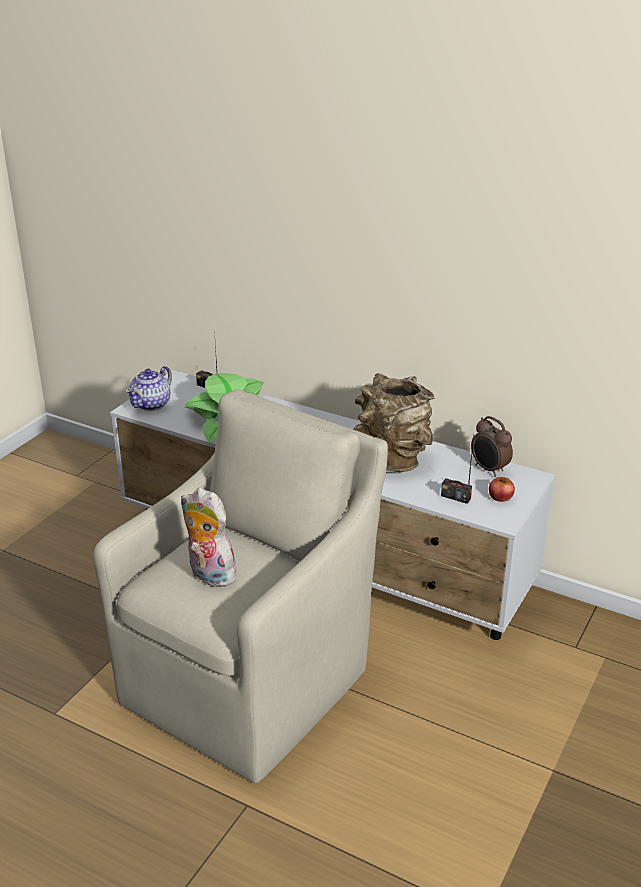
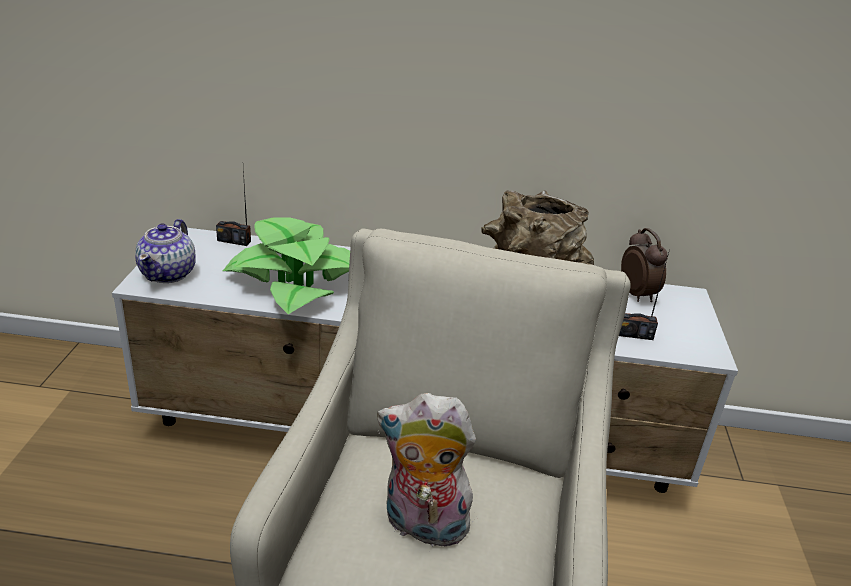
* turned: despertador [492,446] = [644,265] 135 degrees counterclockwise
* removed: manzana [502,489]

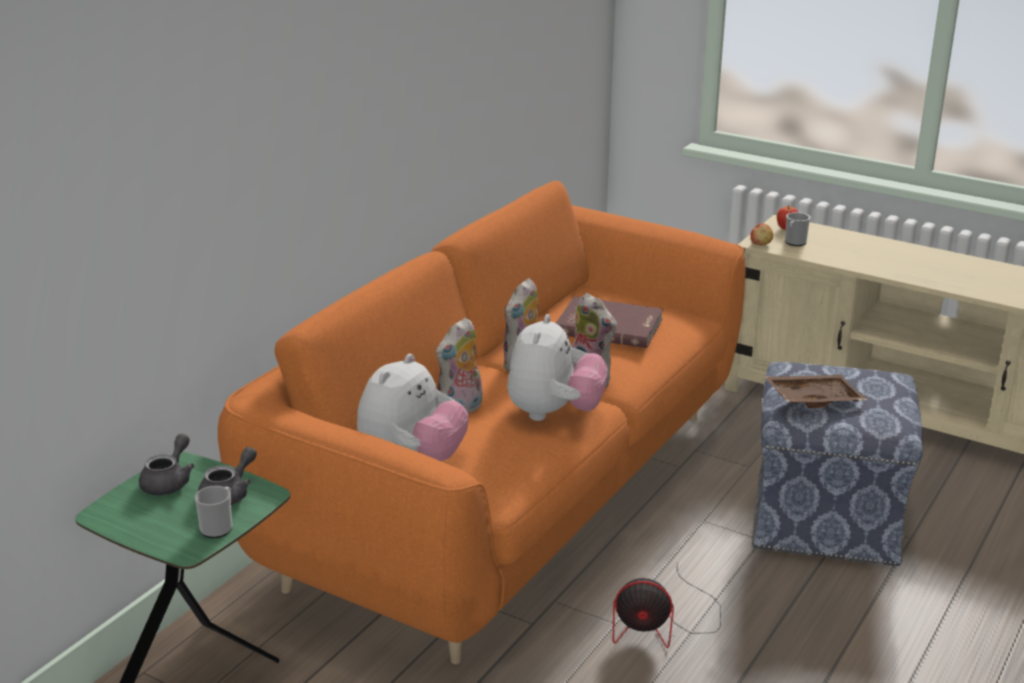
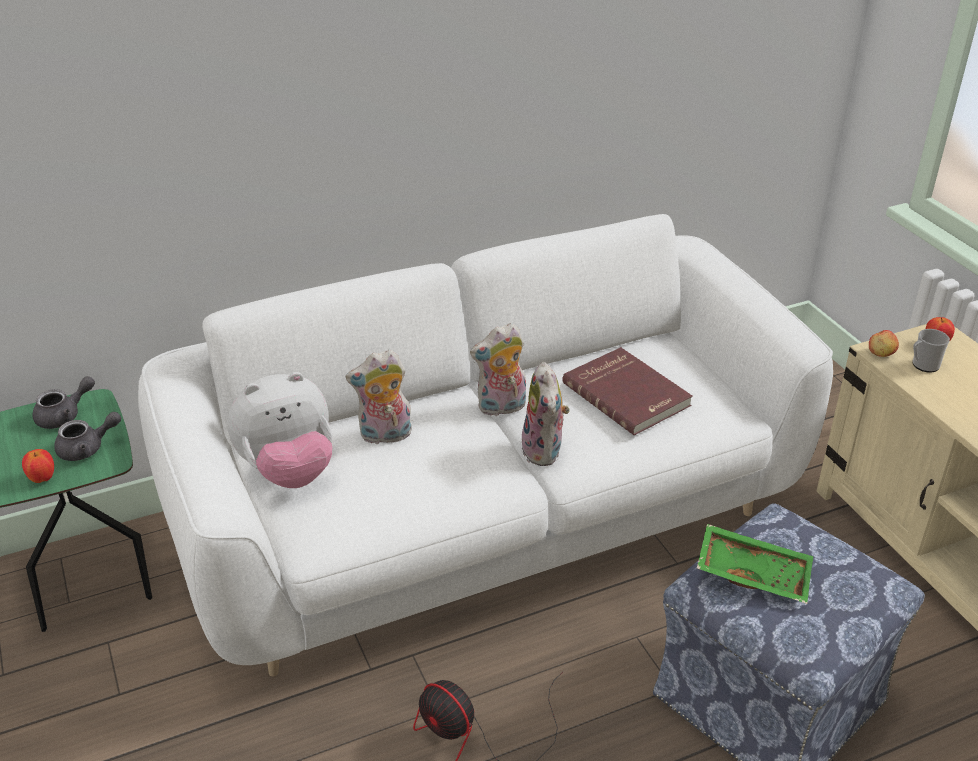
* replaced: taza grande [213,512] to manzana [38,466]
* recoloured: sofá (naranja) [482,422] to sofá (blanco) [485,445]
* recoloured: bandeja (marrón) [815,391] to bandeja (verde) [755,564]
* removed: peluche [557,367]

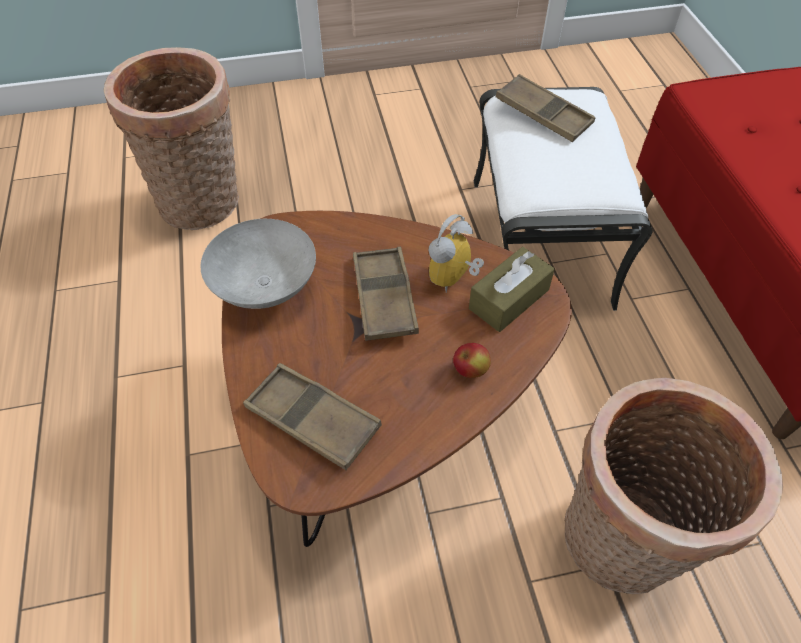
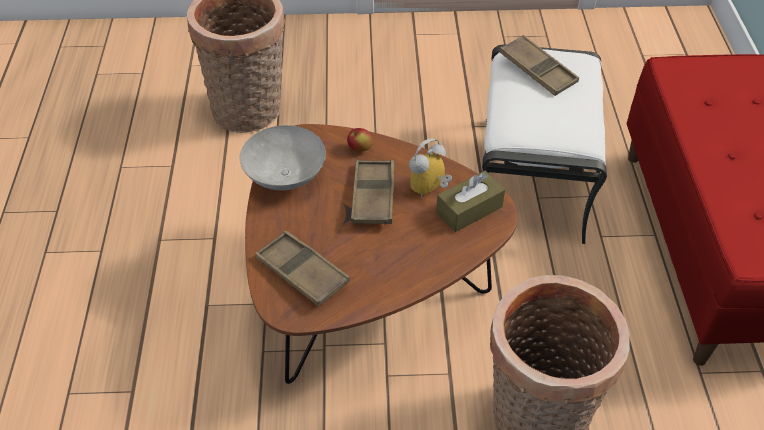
* moved: manzana [472,360] to [360,140]

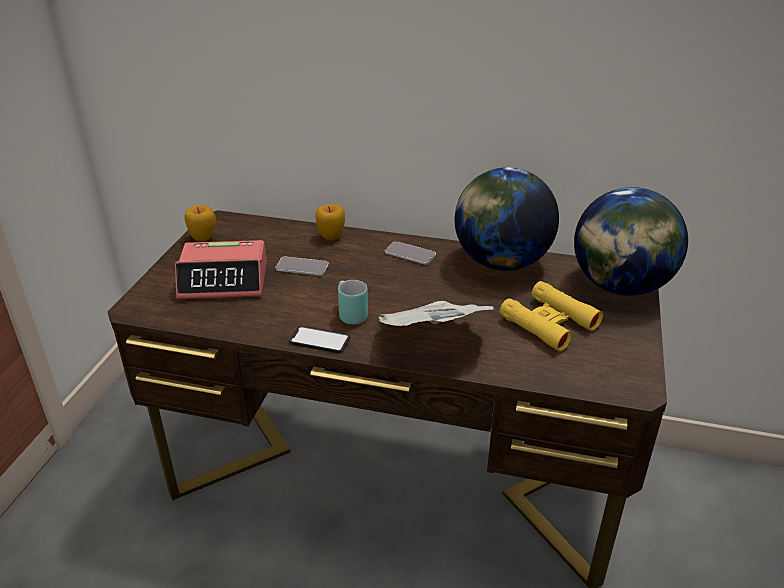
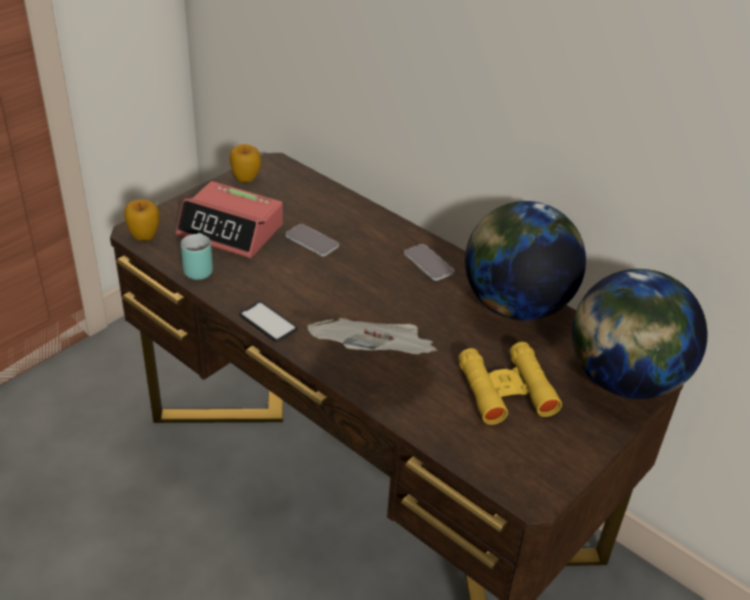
* moved: manzana [330,222] to [142,220]
* moved: taza grande (turquesa) [353,302] to [197,256]

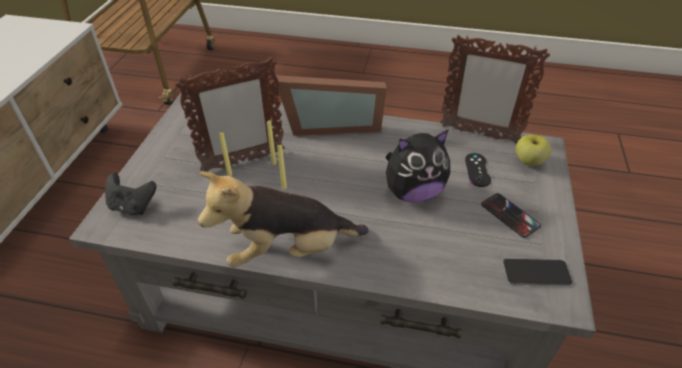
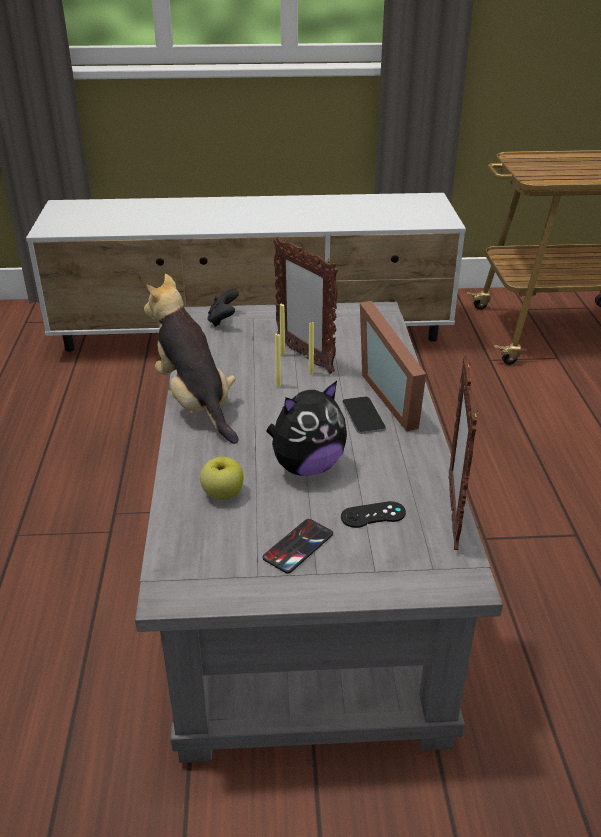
* moved: manzana [533,150] to [222,478]
* turned: peluche [417,166] = [306,428] 90 degrees counterclockwise
* moved: móvil [537,272] to [364,415]

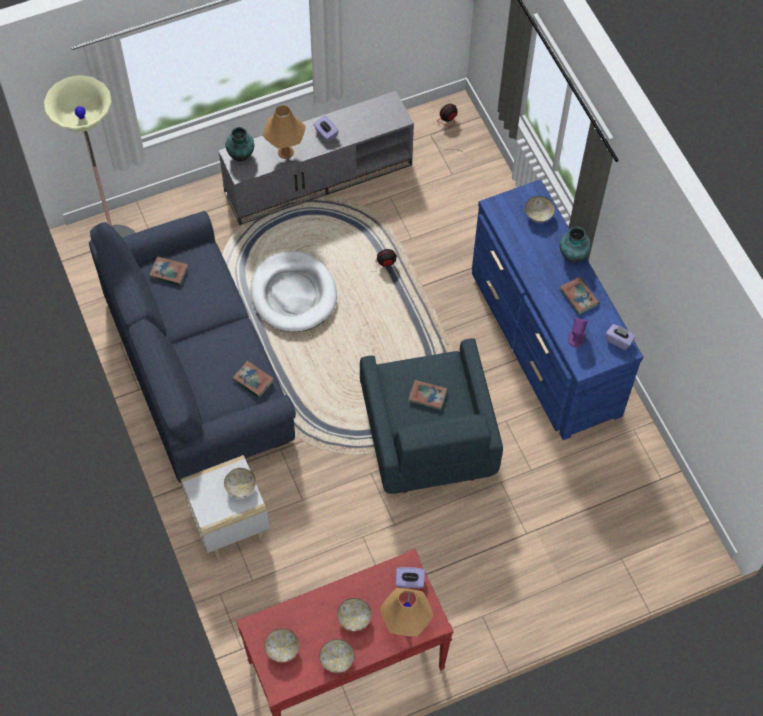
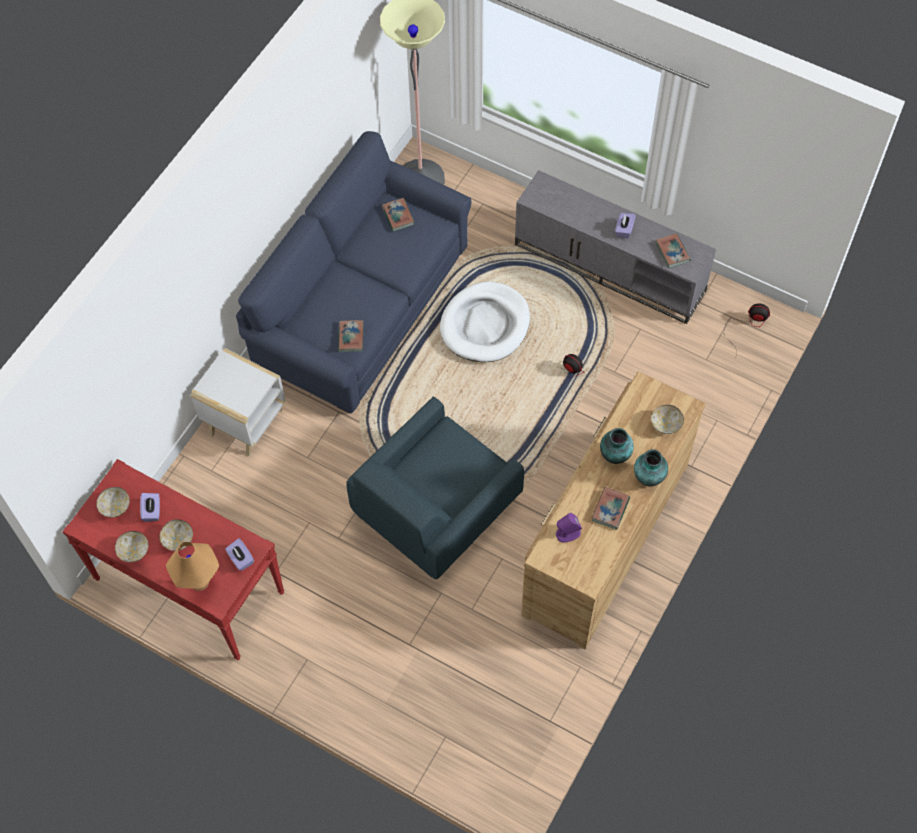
* moved: caja de pañuelos (morado) [620,337] to [150,507]
* recoloured: cómoda (azul) [557,309] to cómoda (marrón) [613,510]
* moved: florero [240,144] to [617,446]
* moved: libro [427,395] to [673,250]
* removed: cuenco [240,483]
* removed: lámpara de mesa (naranja) [284,132]

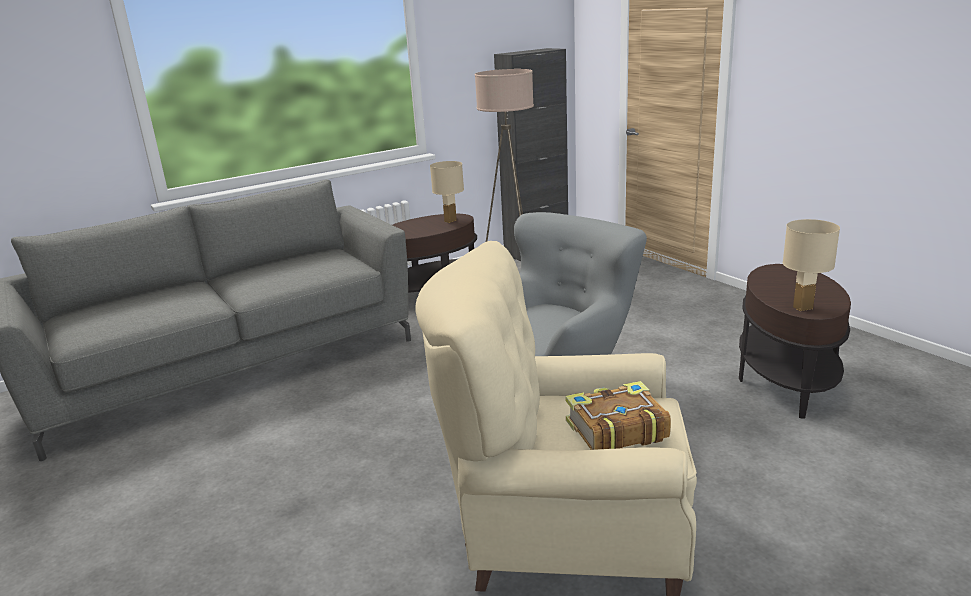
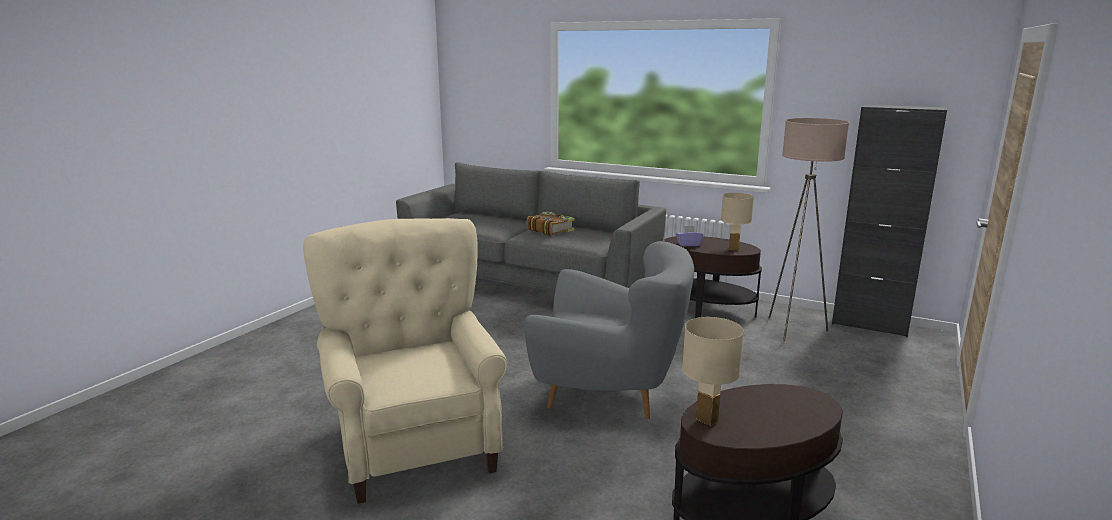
* moved: libro [618,415] to [550,223]
* added: caja de pañuelos (morado) [689,236]

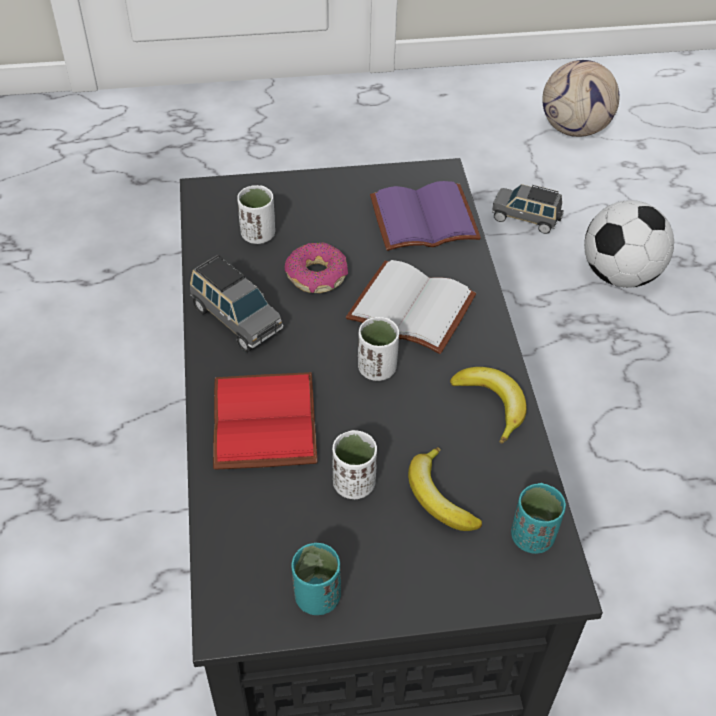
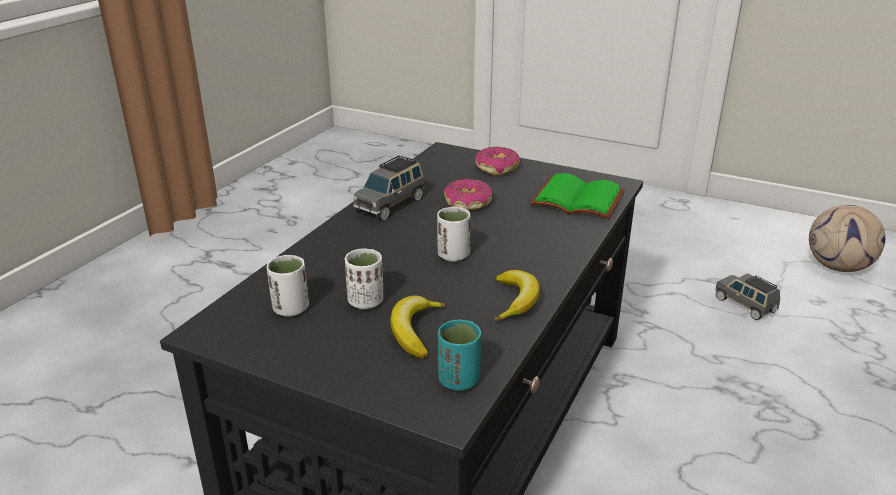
* moved: taza (blanco) [256,214] to [288,286]
* turned: coche de juguete (gris) [236,304] = [388,188] 45 degrees clockwise
* added: rosquilla [498,161]
* recoloured: libro (morado) [425,216] to libro (verde) [577,196]
* removed: libro (rojo) [265,421]
* removed: taza (turquesa) [316,579]
* removed: libro (blanco) [411,307]
* removed: balón de fútbol [629,244]

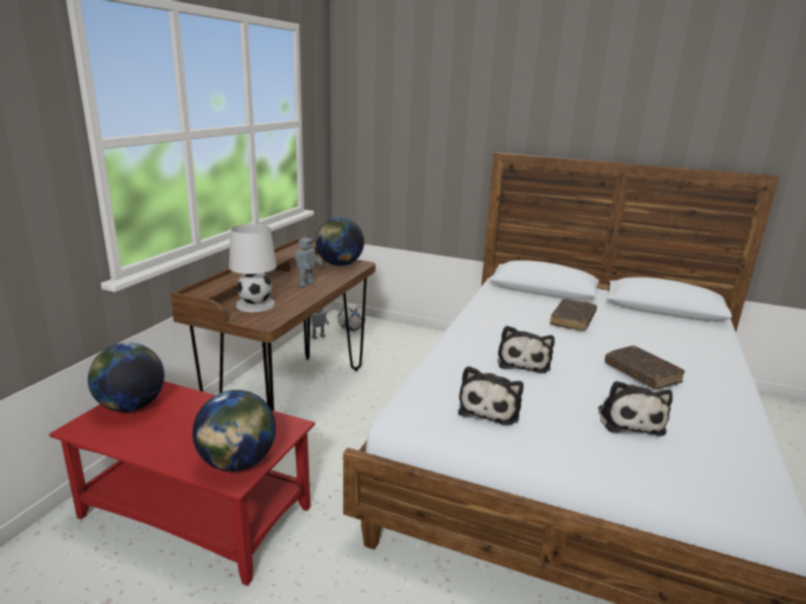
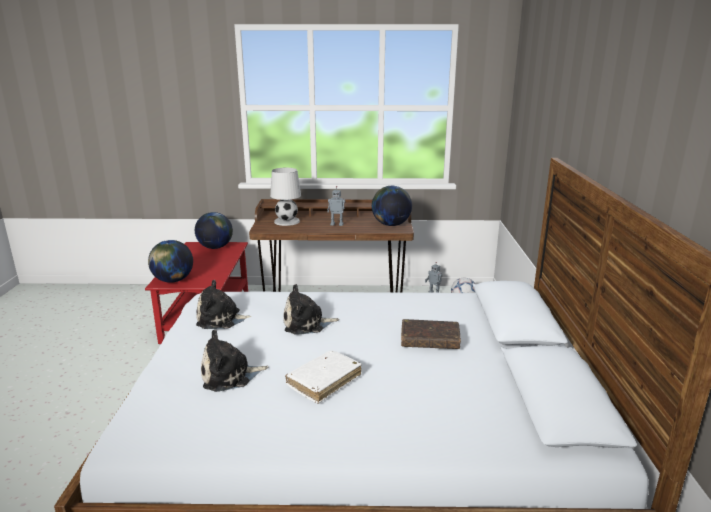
* recoloured: libro (marrón) [645,367] to libro (blanco) [323,377]

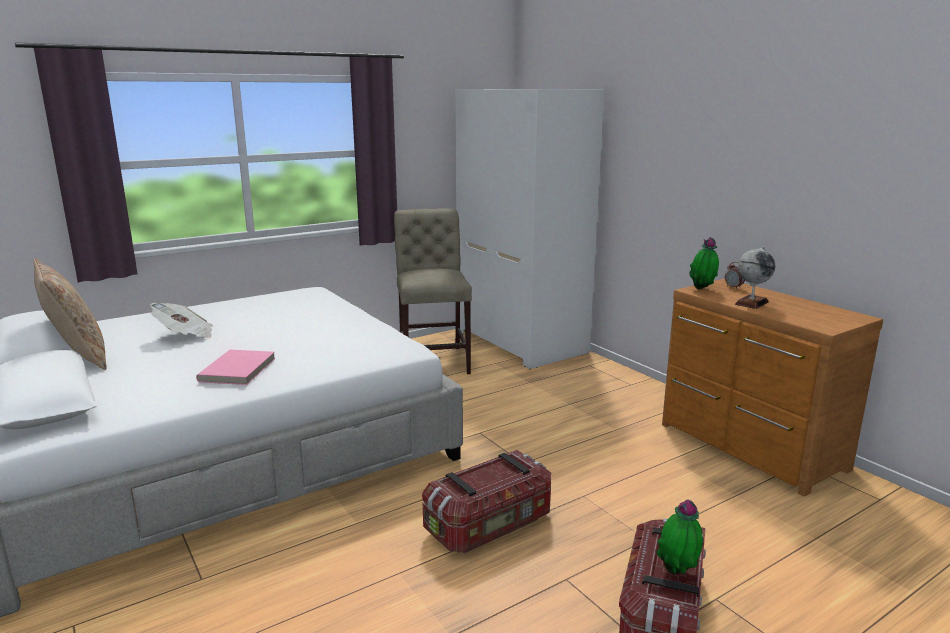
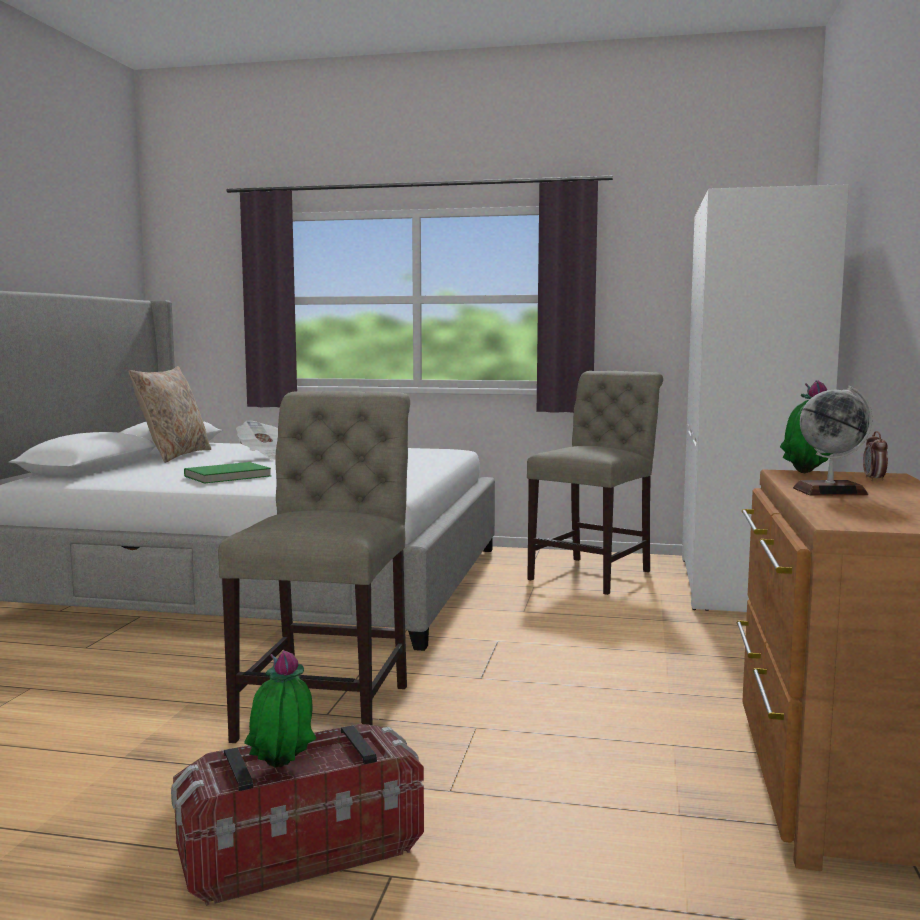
* recoloured: libro (rosa) [235,367] to libro (verde) [227,473]
* replaced: caja de almacenaje [486,501] to silla (beis) [314,567]

